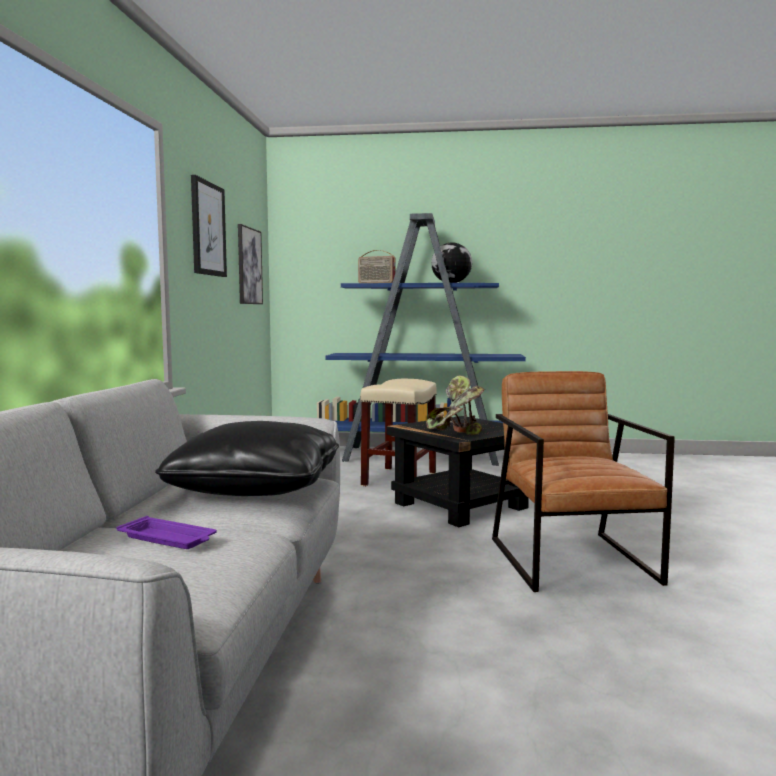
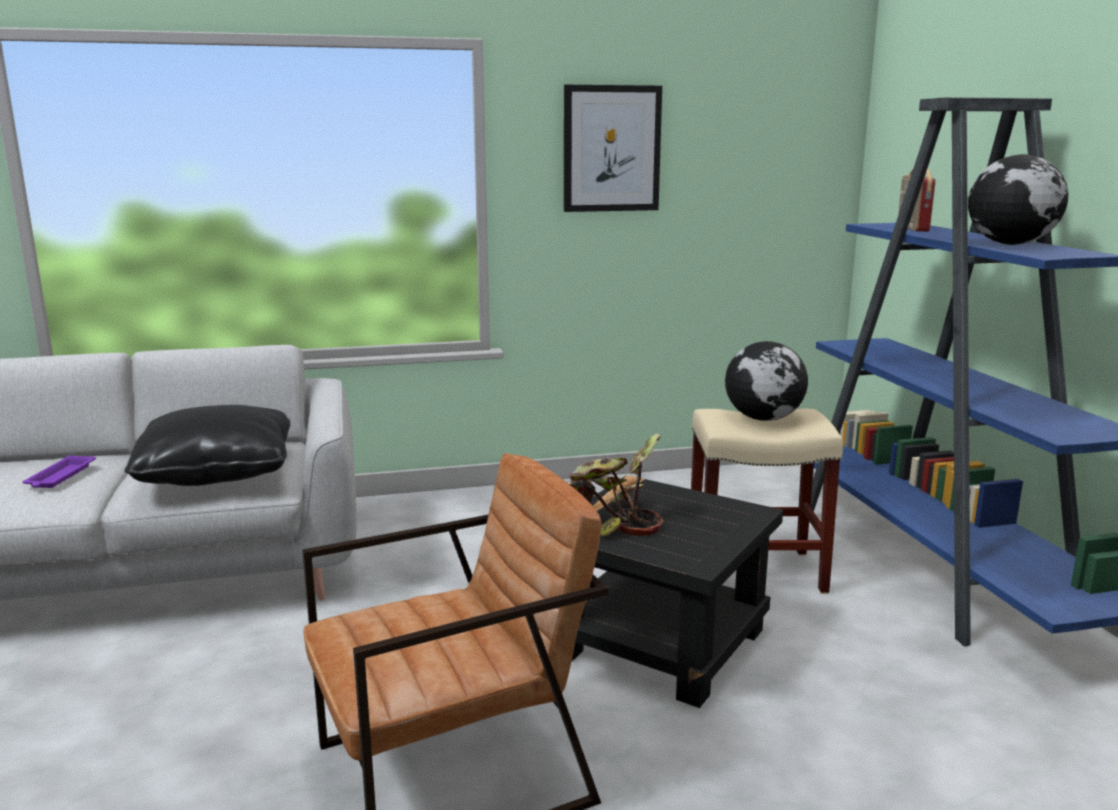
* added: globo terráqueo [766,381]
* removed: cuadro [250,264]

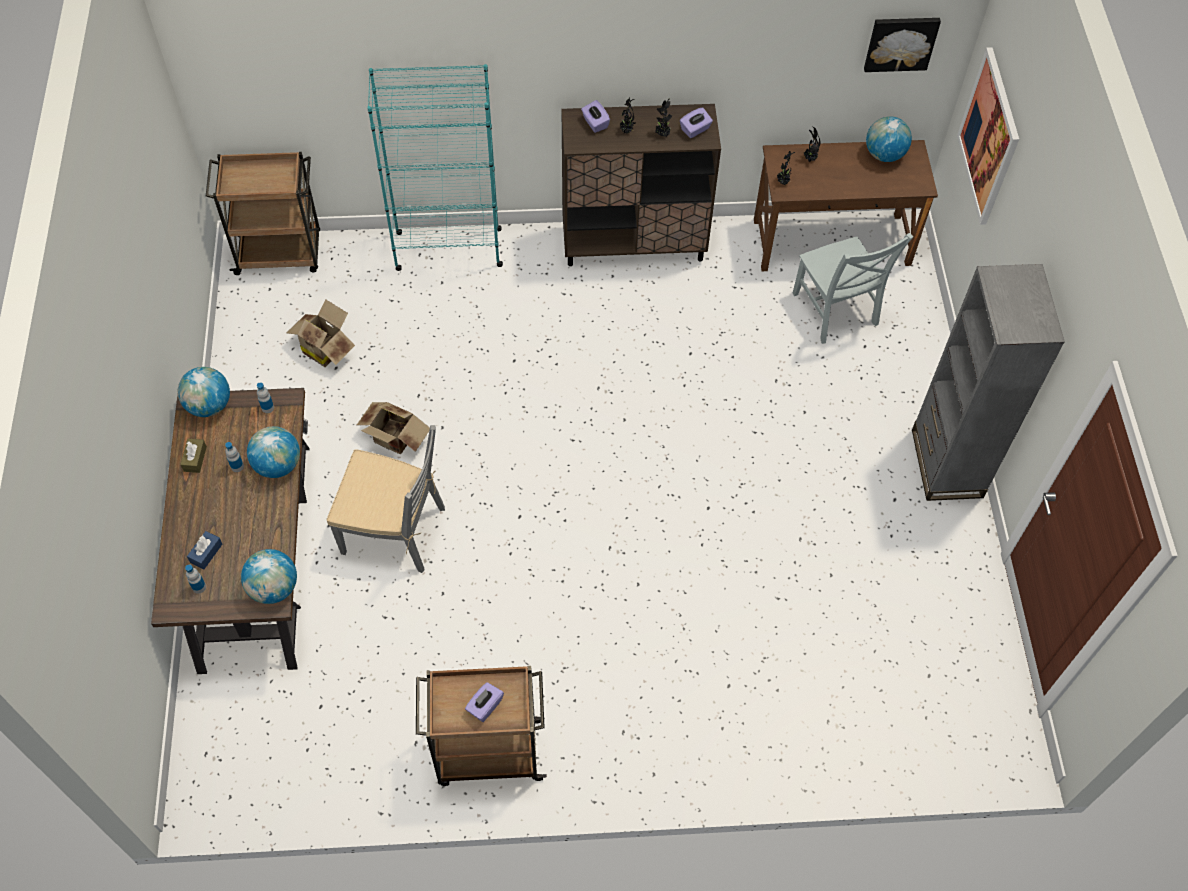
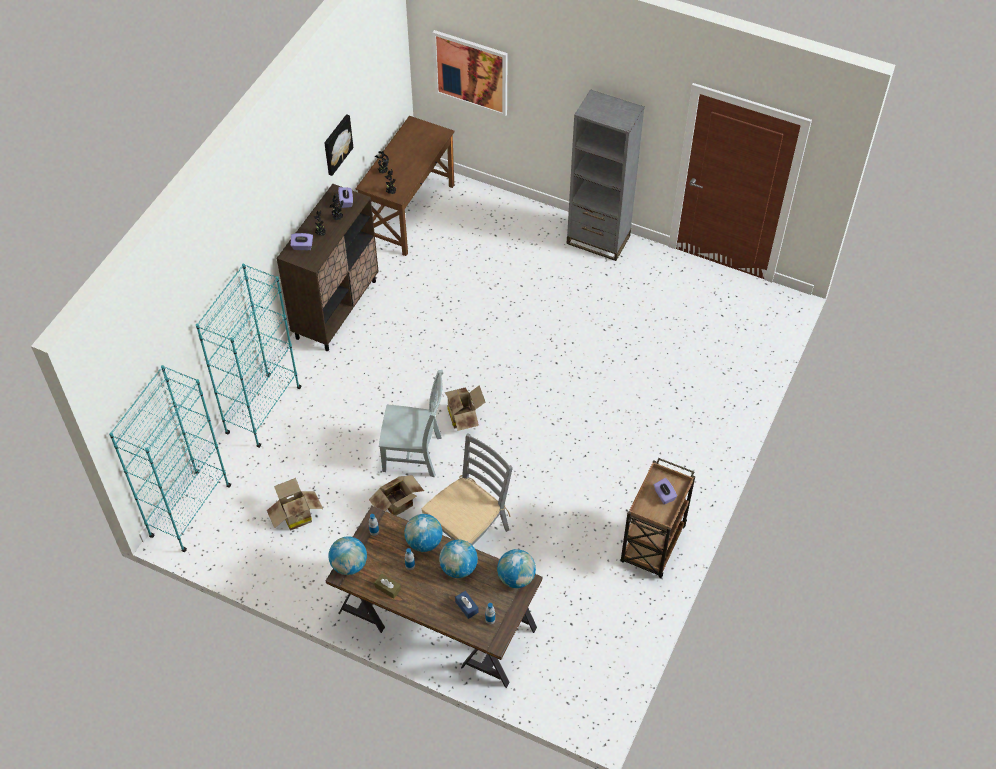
* replaced: carrito (marrón) [263,213] to estantería (turquesa) [170,458]
* moved: cuadro [902,45] to [338,145]
* moved: silla (gris) [853,288] to [411,423]
* moved: globo terráqueo [889,139] to [458,559]
* added: caja de cartón [464,408]

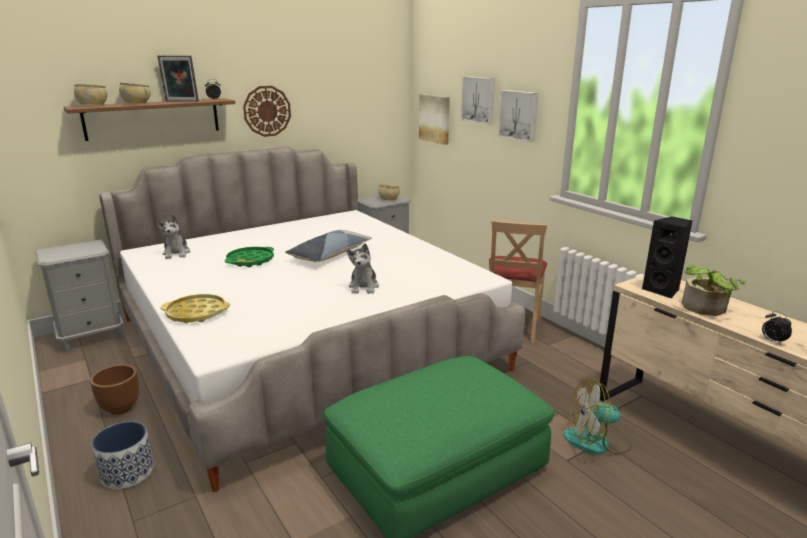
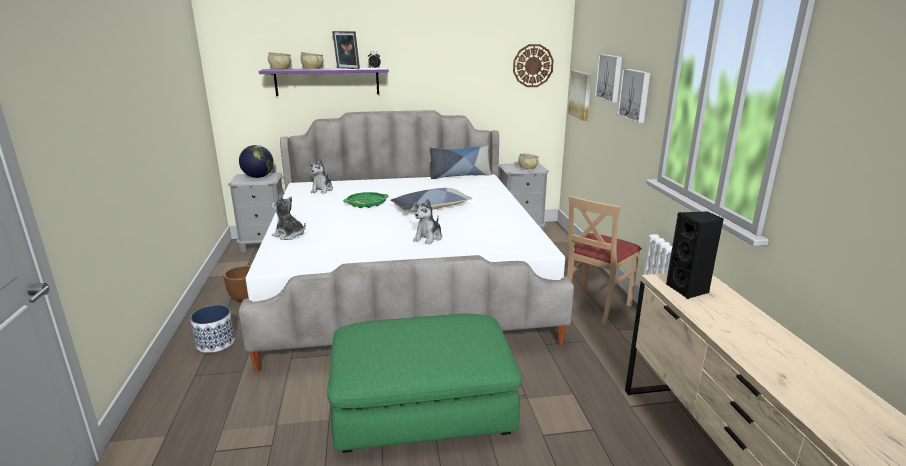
* added: globo terráqueo [256,161]
* recoloured: estante (marrón) [149,119] to estante (morado) [324,82]
* replaced: bandeja (amarillo) [195,308] to peluche [289,217]
* added: cojín [460,161]
* moved: reloj de pared [267,111] to [533,65]
* removed: ventilador [597,416]
* removed: planta en maceta [714,290]
* removed: despertador [777,328]

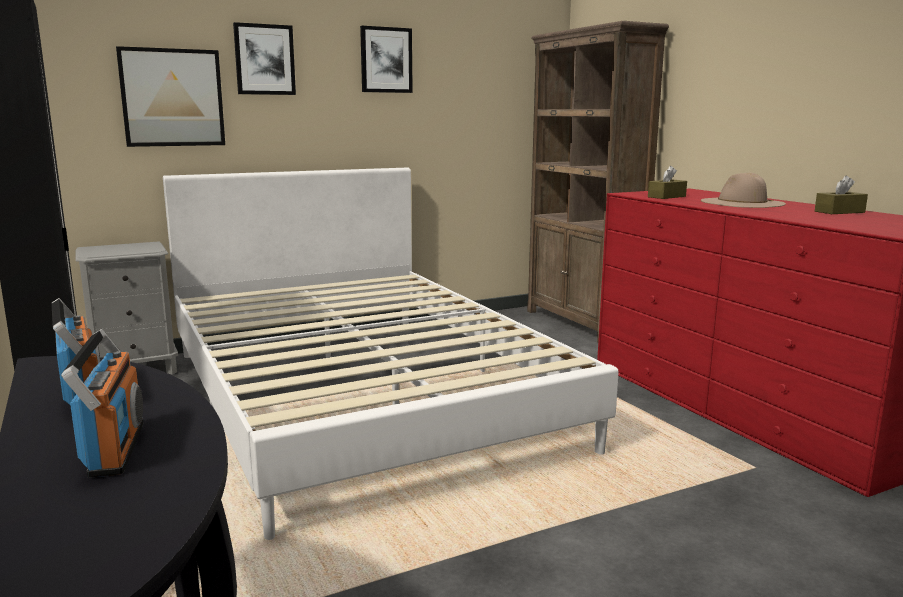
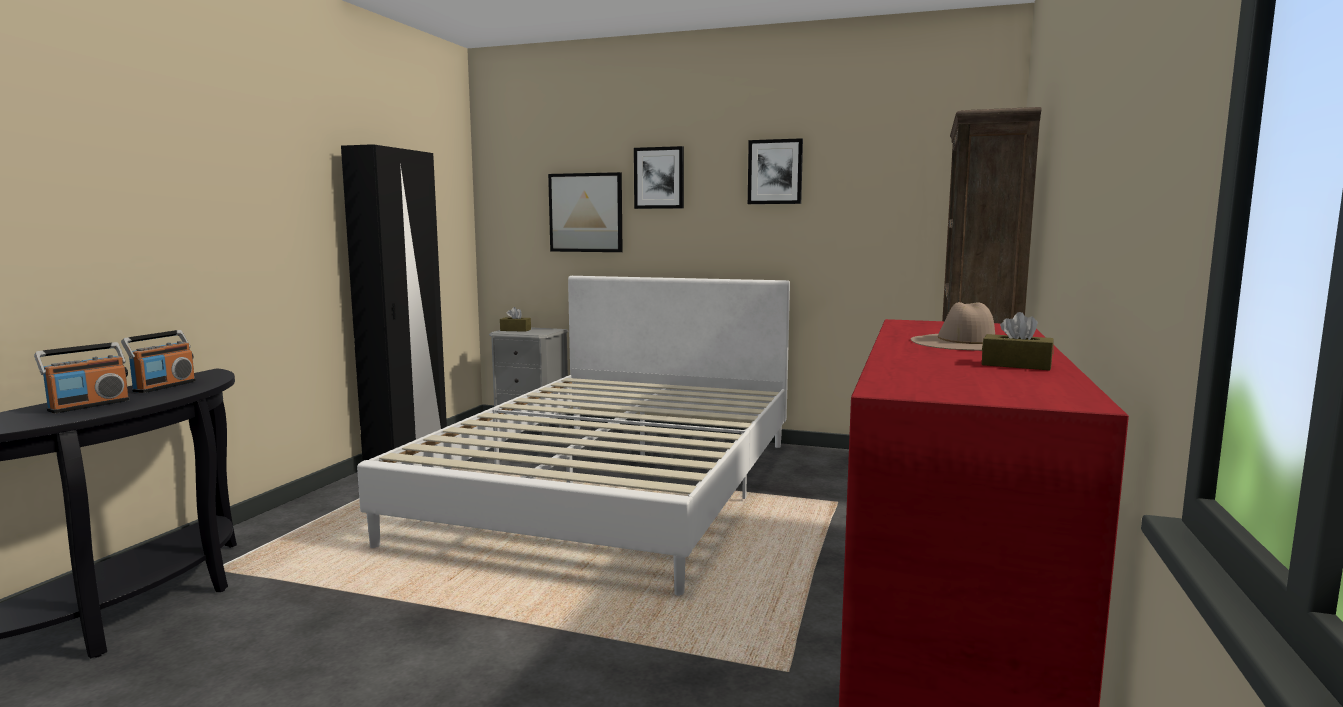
* moved: caja de pañuelos (marrón) [667,182] to [515,319]

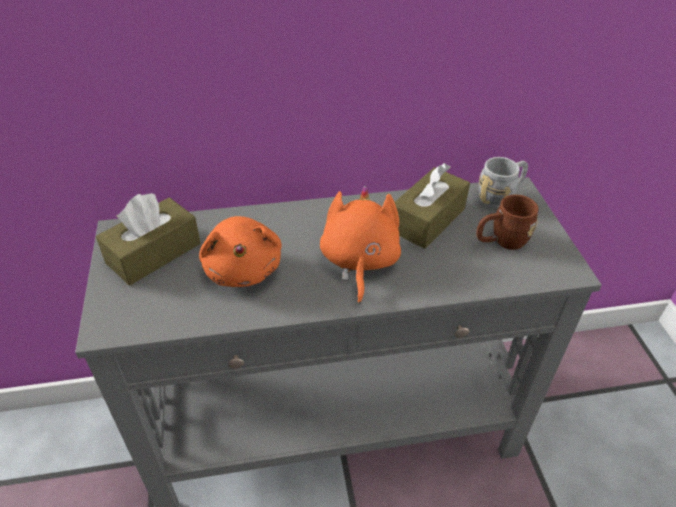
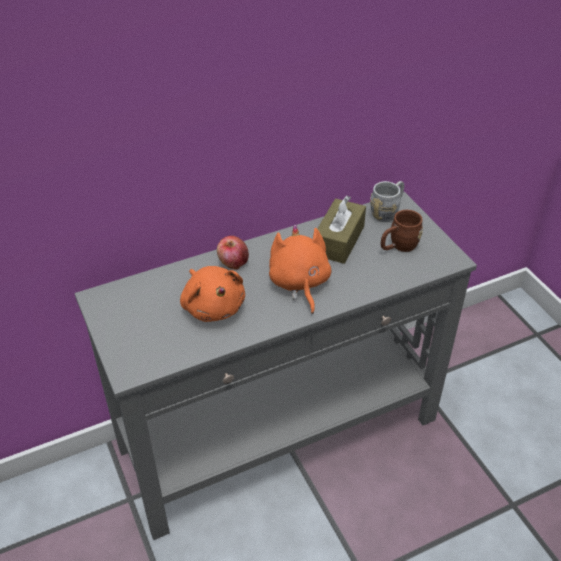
* added: manzana [233,253]
* removed: caja de pañuelos (marrón) [148,239]

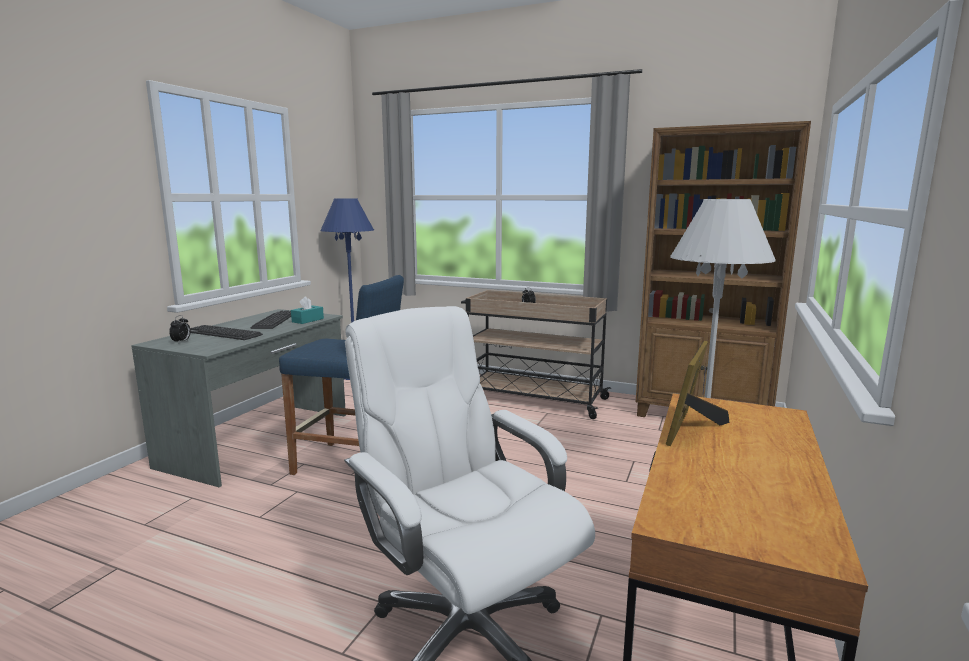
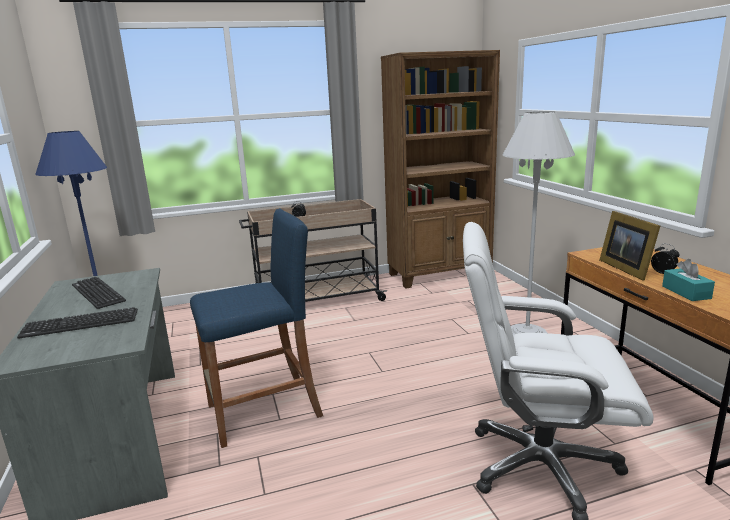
* moved: despertador [180,329] to [665,259]
* moved: caja de pañuelos (turquesa) [307,310] to [688,280]

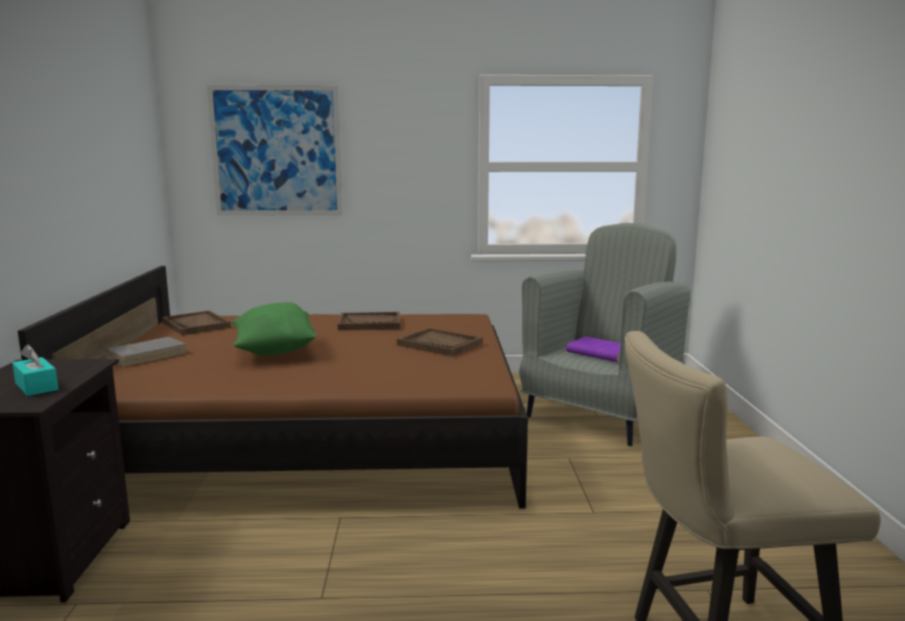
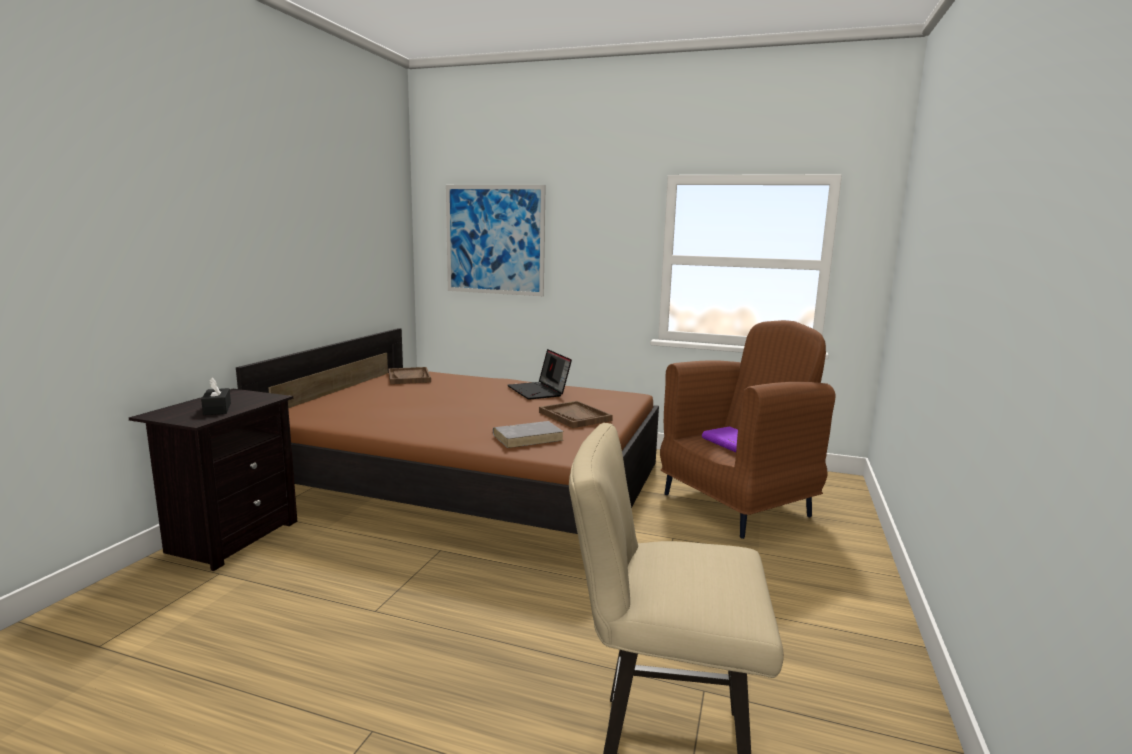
* recoloured: caja de pañuelos (turquesa) [35,370] to caja de pañuelos (negro) [216,396]
* moved: libro (gris) [146,352] to [528,434]
* replaced: bandeja (marrón) [369,321] to portátil [540,374]
* recoloured: sillón (gris) [605,334] to sillón (marrón) [748,429]
* removed: cojín (verde) [274,329]

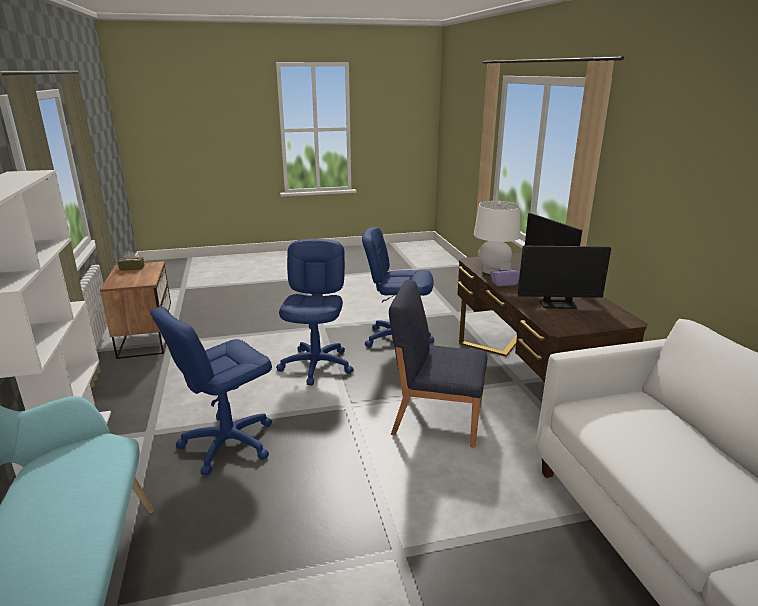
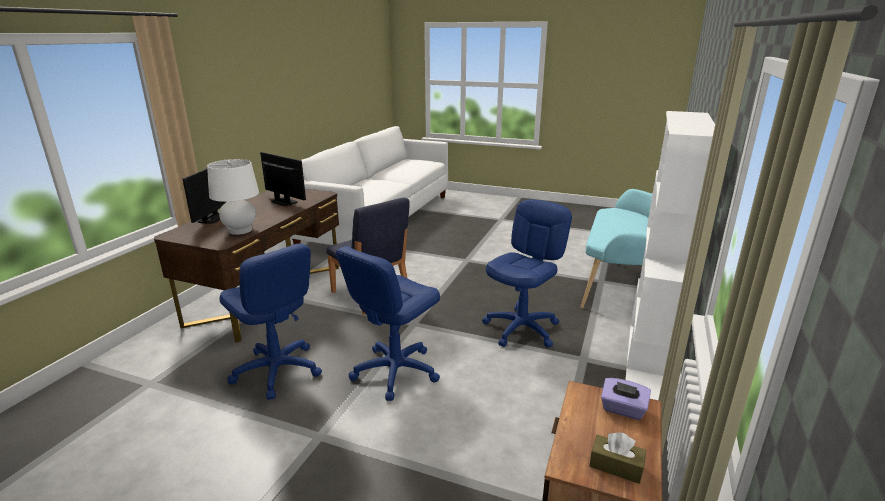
* turned: silla de oficina (azul) [211,391] = [527,273] 45 degrees counterclockwise
* moved: caja de pañuelos (morado) [505,274] to [626,399]

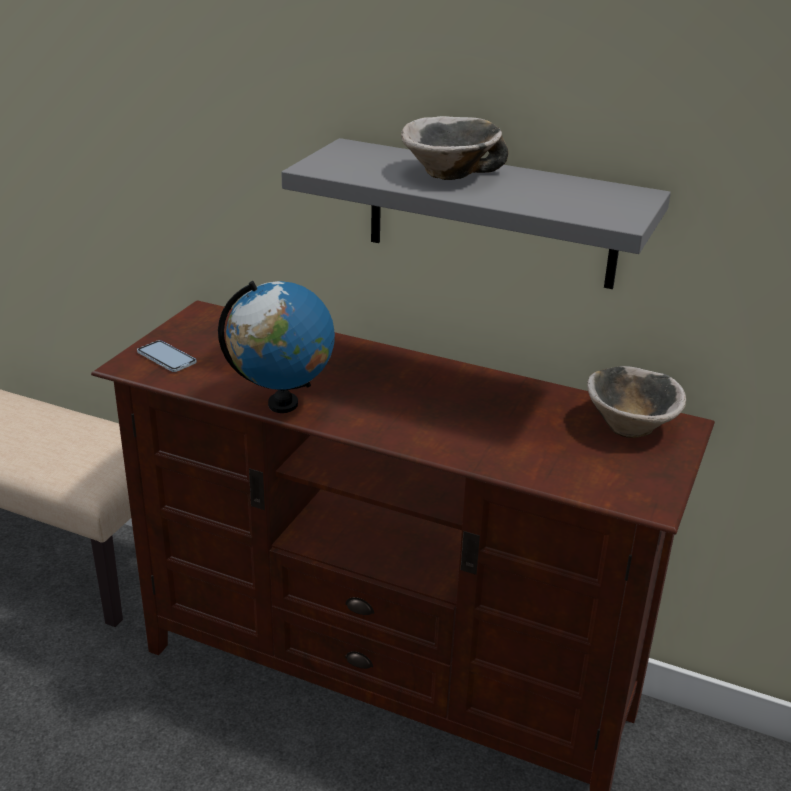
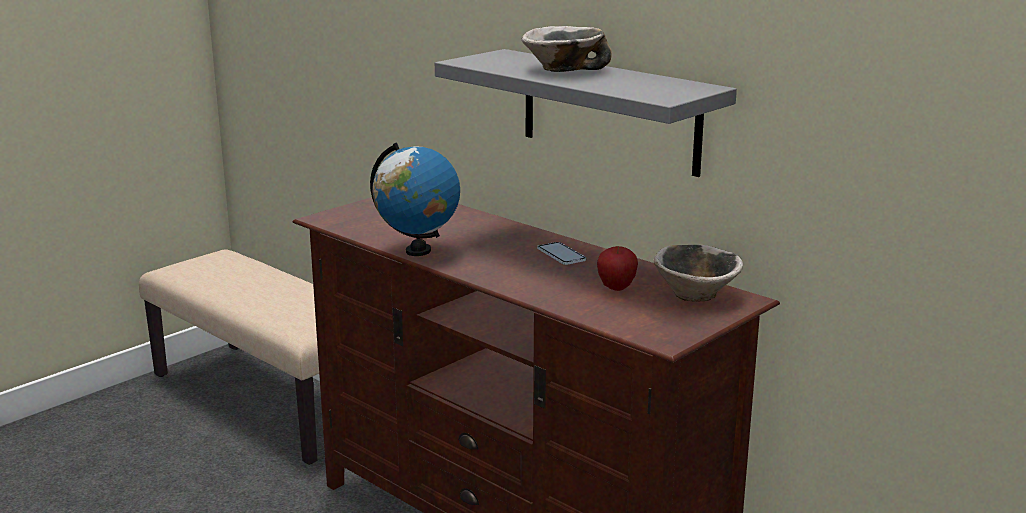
* moved: móvil [167,356] to [561,253]
* added: manzana [617,268]

